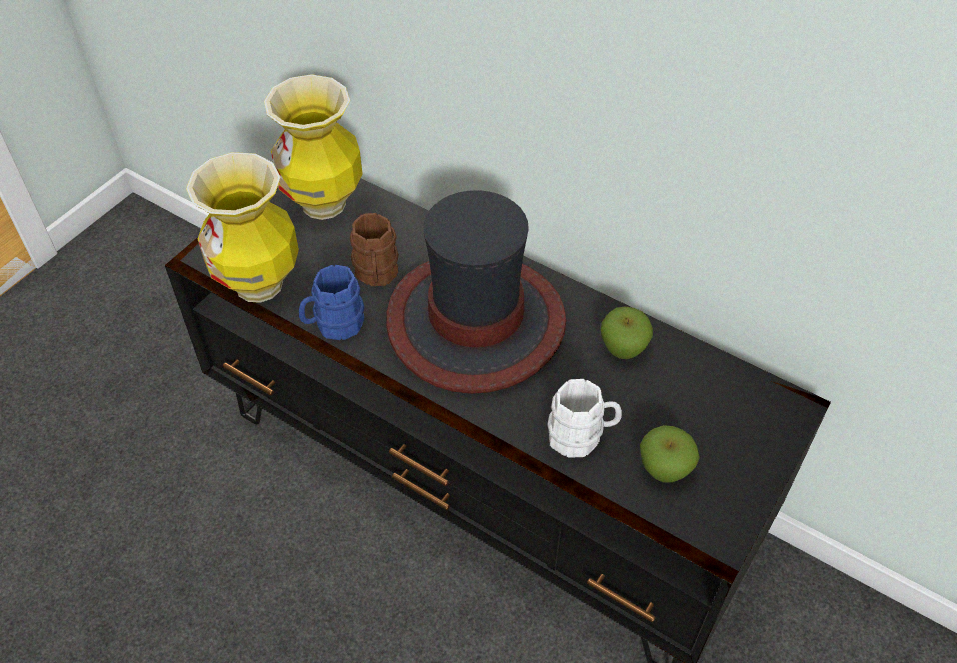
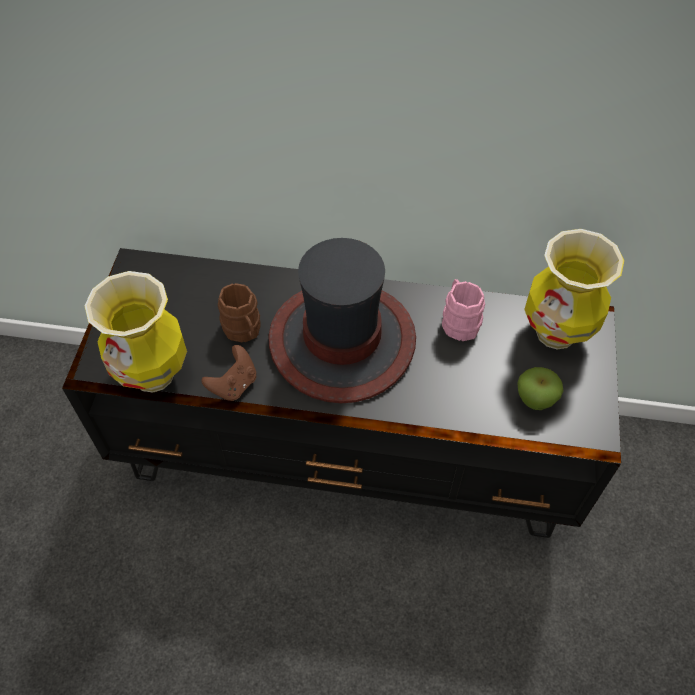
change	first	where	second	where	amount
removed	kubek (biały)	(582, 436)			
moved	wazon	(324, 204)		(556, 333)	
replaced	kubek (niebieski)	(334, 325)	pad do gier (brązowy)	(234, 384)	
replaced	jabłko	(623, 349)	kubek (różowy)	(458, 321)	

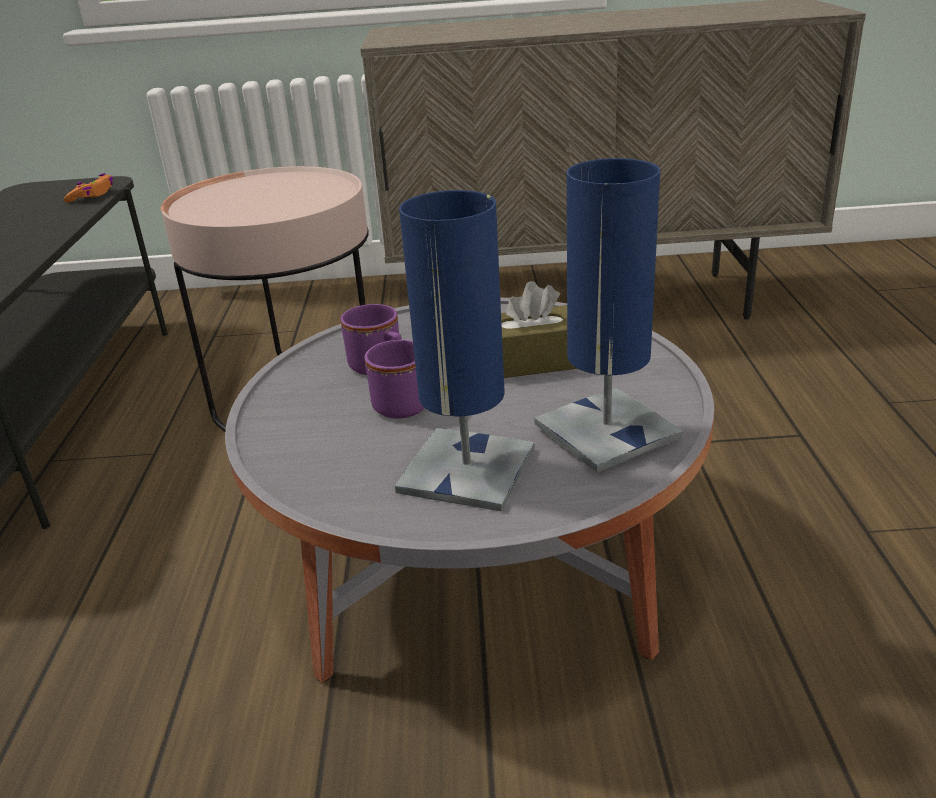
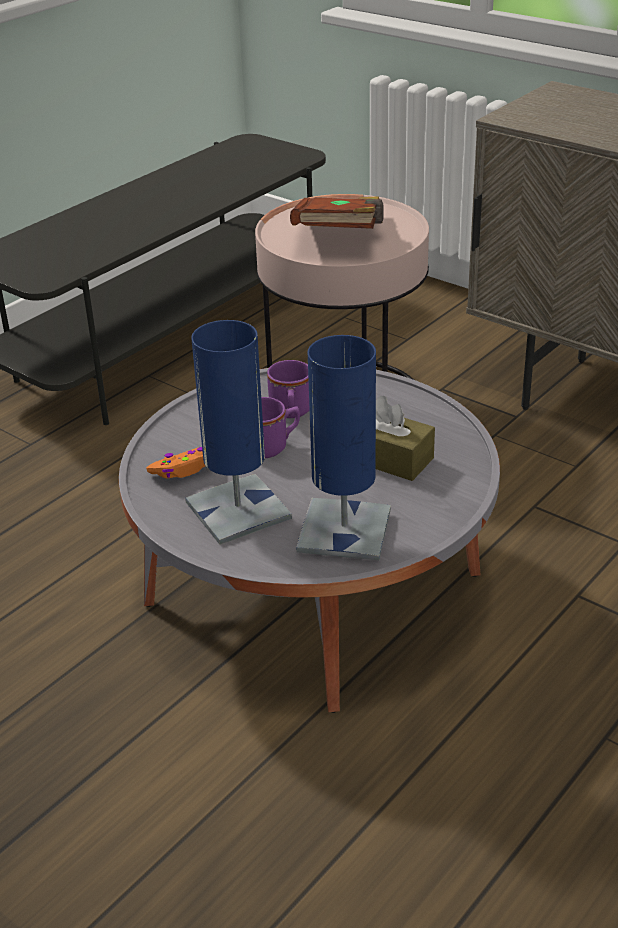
change	first	where	second	where	amount
added			książka (brązowy)	(340, 236)	
moved	pad do gier (pomarańczowy)	(93, 195)		(183, 469)	

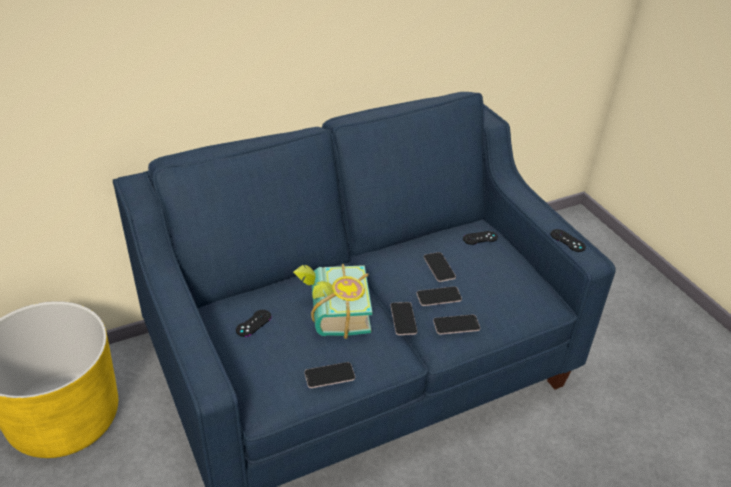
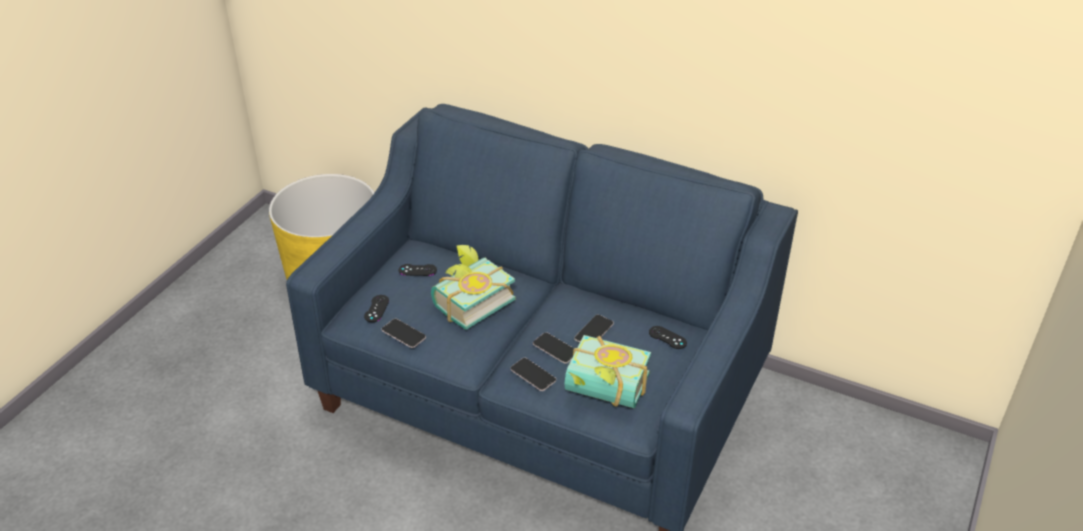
change	first	where	second	where	amount
removed	telefon	(403, 319)			
added			książka	(604, 393)	
moved	pad do gier (czarny)	(567, 240)		(376, 308)	

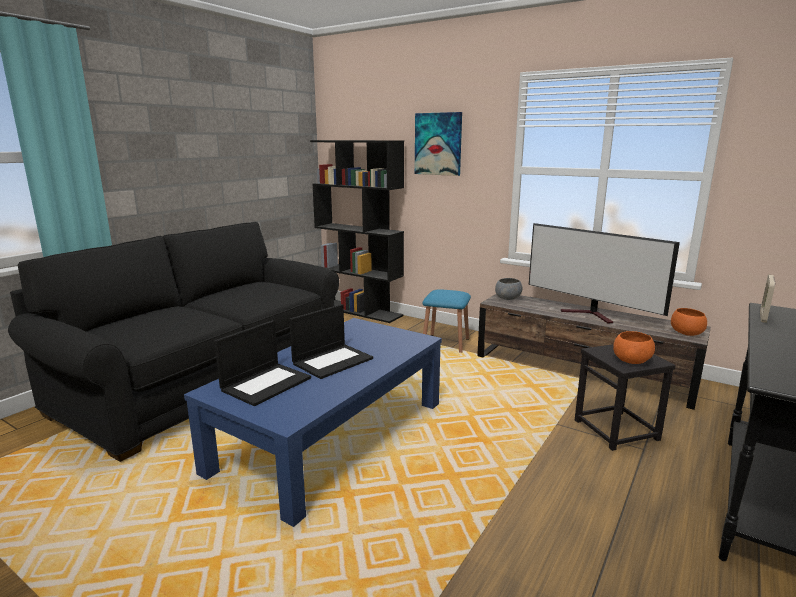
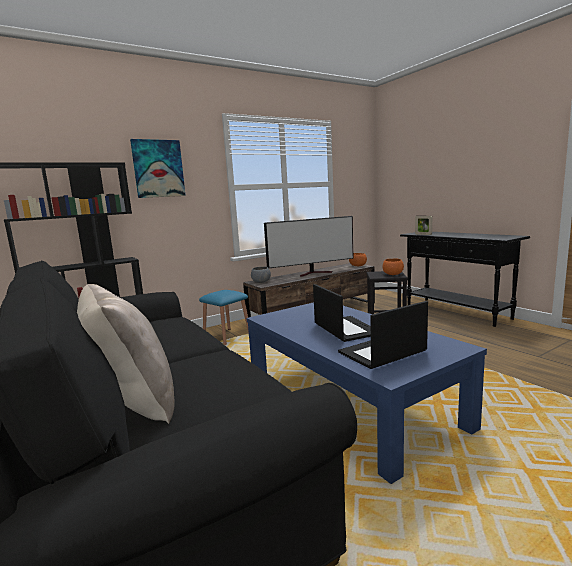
change	first	where	second	where	amount
added			poduszka (beżowy)	(132, 402)	
turned	laptop	(266, 383)		(382, 352)	90 degrees counterclockwise

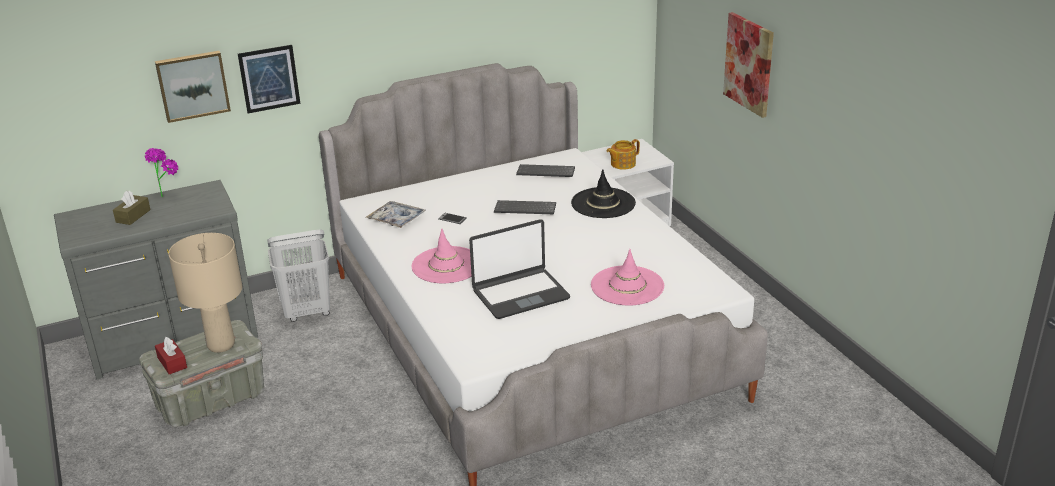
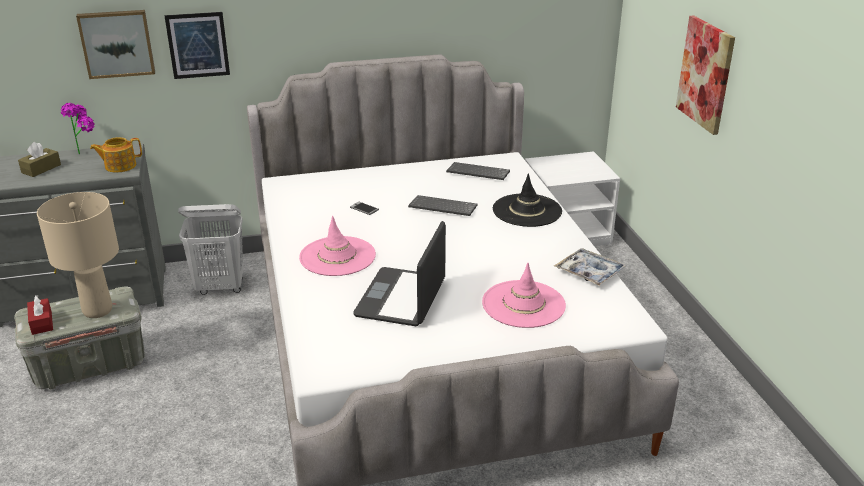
change	first	where	second	where	amount
moved	taca	(396, 219)		(589, 272)	
moved	imbryk	(622, 164)		(119, 166)	
turned	laptop	(520, 294)		(402, 298)	120 degrees clockwise

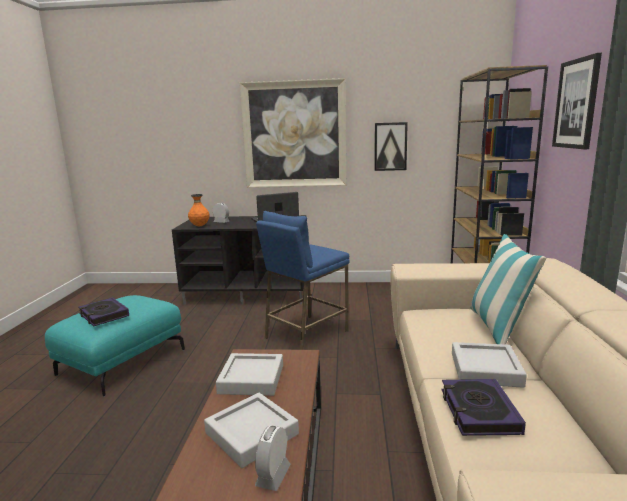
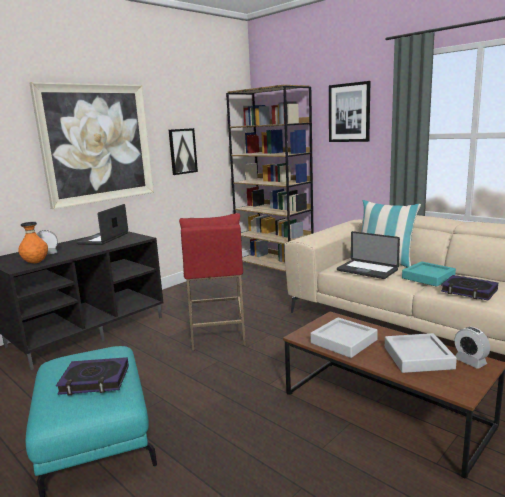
change	first	where	second	where	amount
added			laptop	(367, 270)	
recoloured	stołek (niebieski)	(306, 334)	stołek (czerwony)	(217, 333)	
recoloured	taca (szary)	(485, 369)	taca (turkusowy)	(428, 277)	

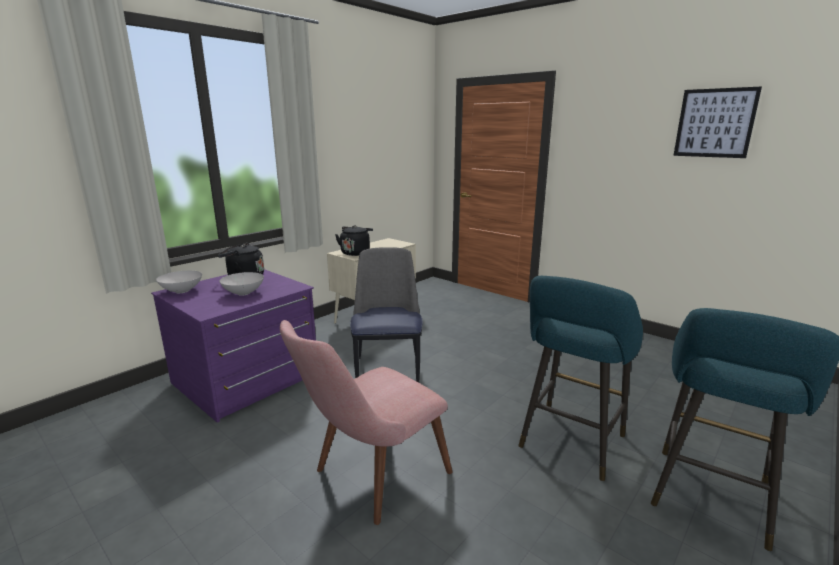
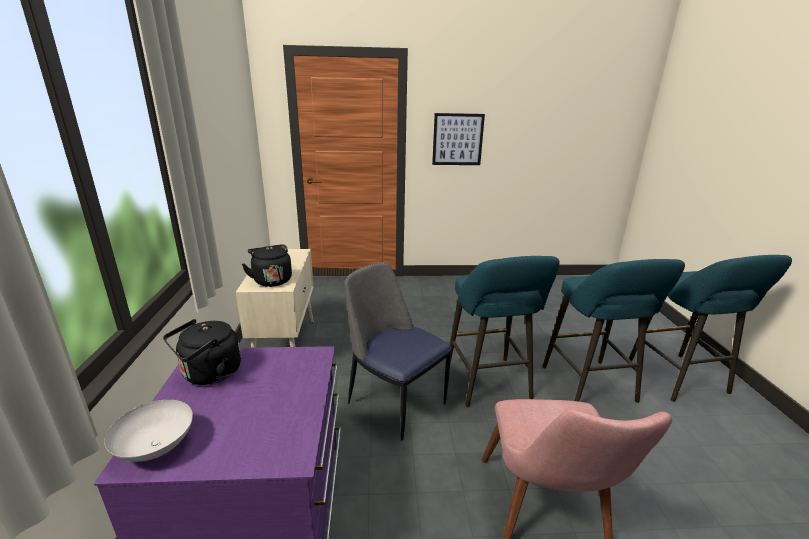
change	first	where	second	where	amount
removed	miska (biały)	(244, 293)			
added			stołek (turkusowy)	(489, 384)	
moved	obraz	(714, 123)		(457, 139)	

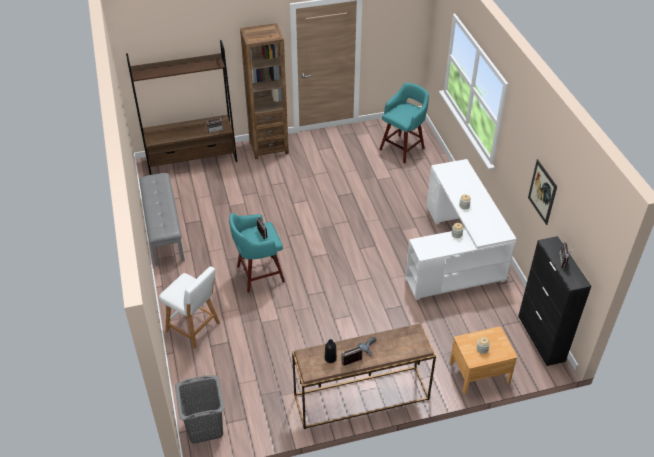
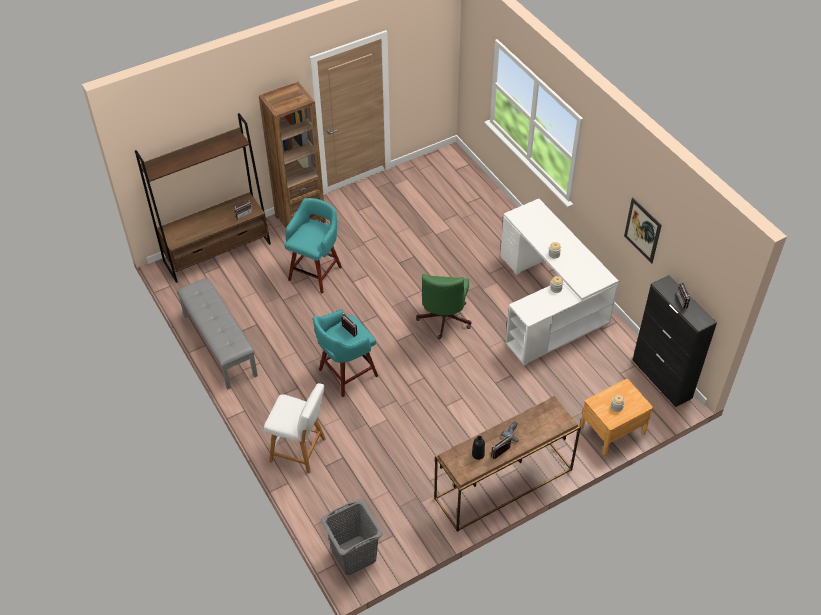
change	first	where	second	where	amount
added			krzesło biurowe (zielony)	(443, 321)	
moved	stołek (turkusowy)	(403, 148)		(316, 272)	

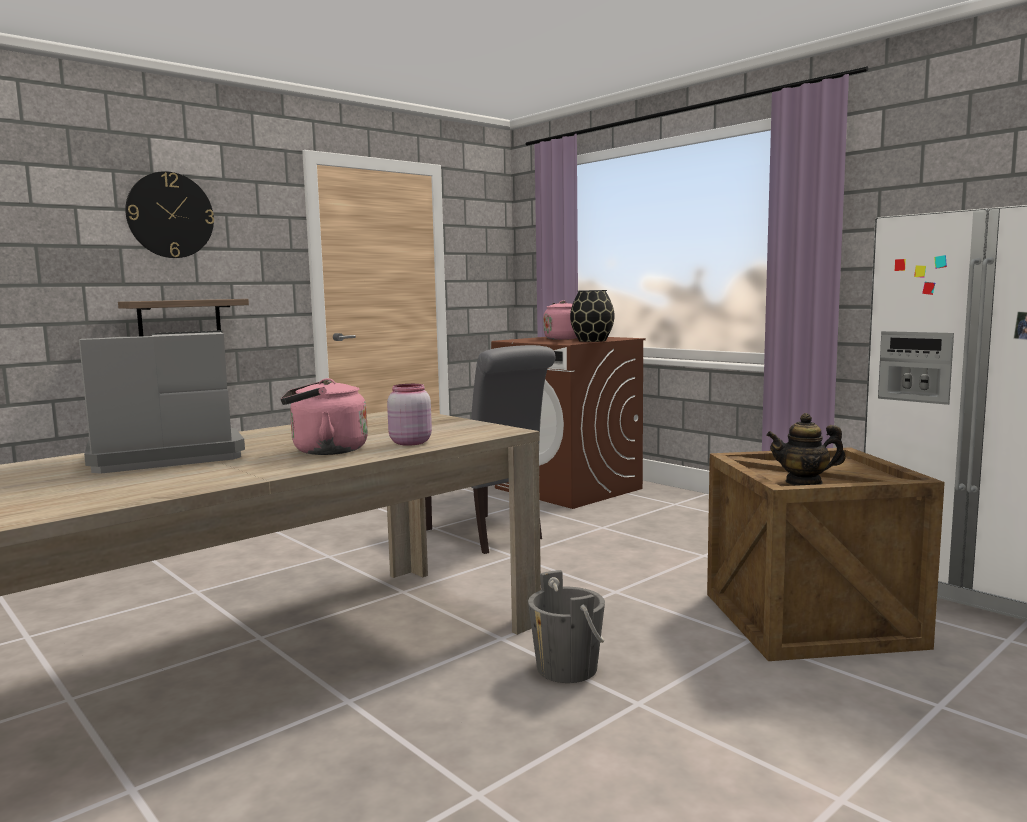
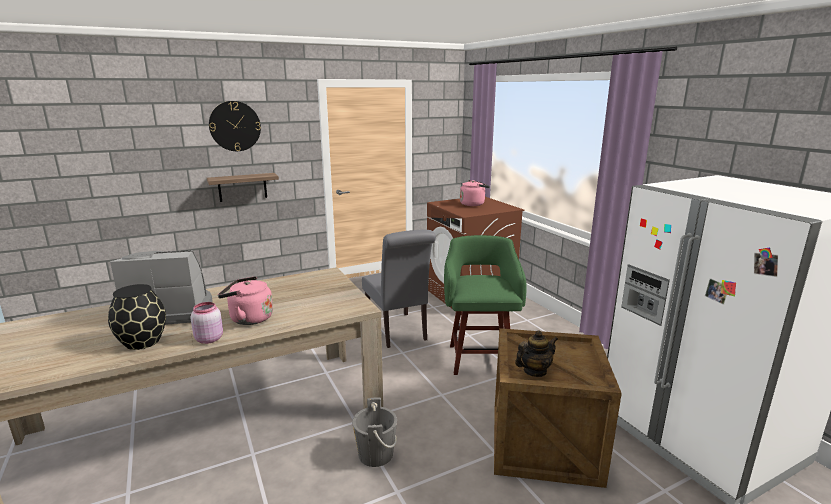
change	first	where	second	where	amount
added			stołek (zielony)	(479, 358)	
moved	słoik (różowy)	(409, 442)		(208, 339)	
moved	wazon (czarny)	(592, 340)		(143, 341)	
turned	imbryk	(804, 482)		(534, 371)	135 degrees clockwise

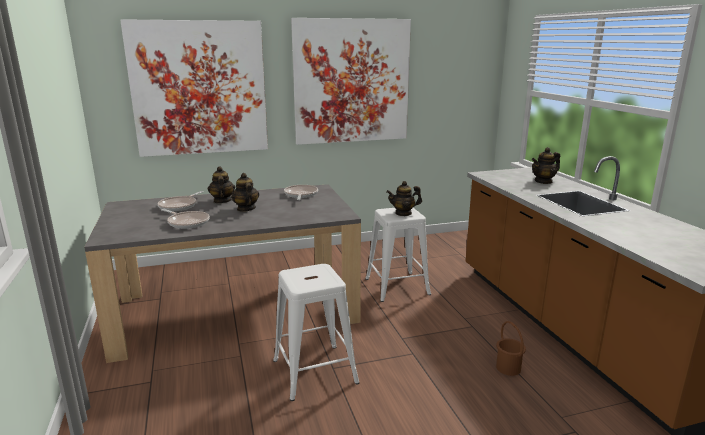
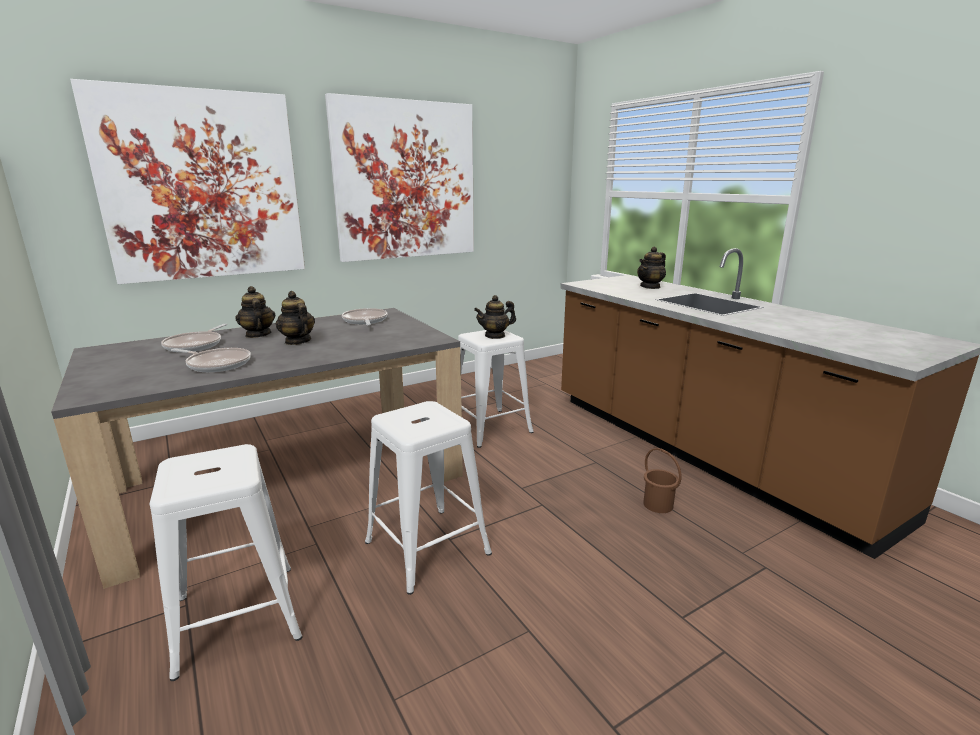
change	first	where	second	where	amount
added			stołek (biały)	(237, 617)	

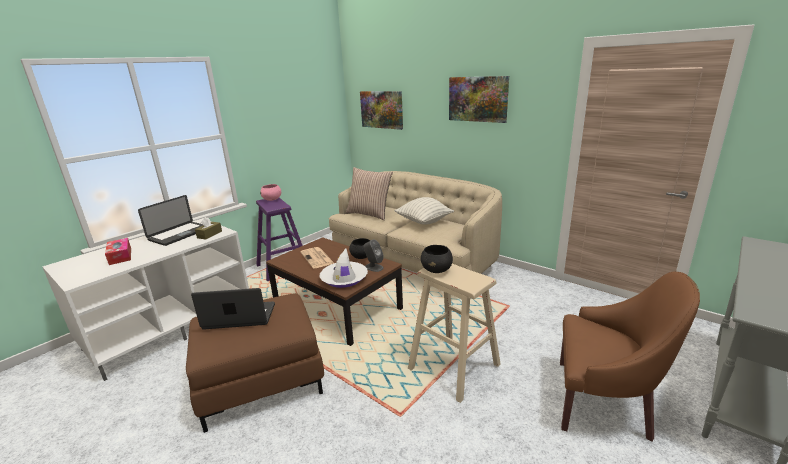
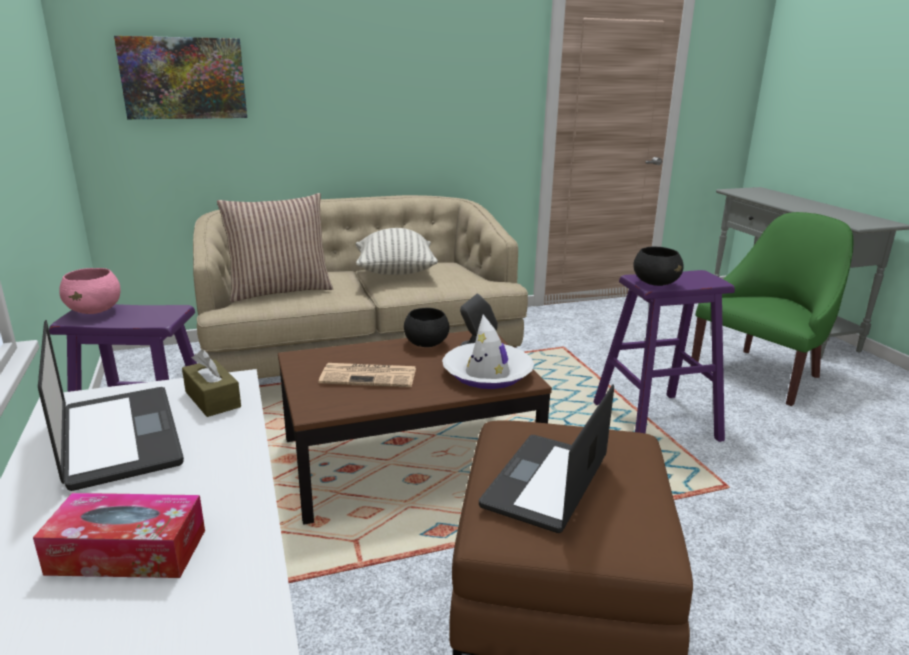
change	first	where	second	where	amount
removed	obraz	(478, 99)			
recoloured	stołek (beżowy)	(454, 367)	stołek (fioletowy)	(655, 421)	
recoloured	fotel (brązowy)	(603, 402)	fotel (zielony)	(761, 373)	

